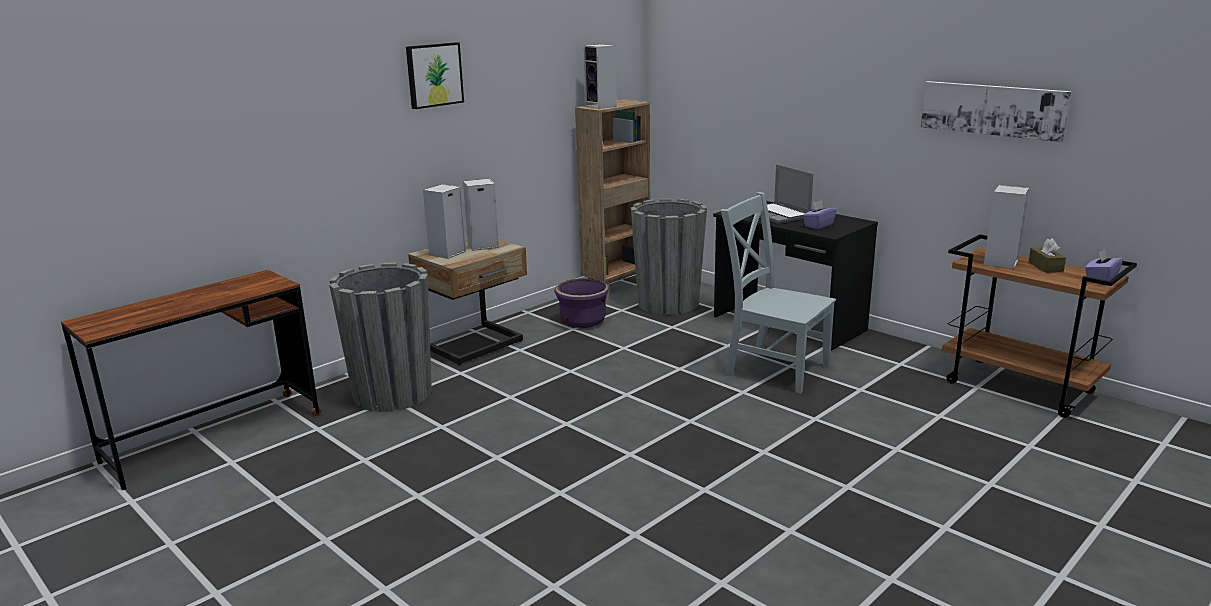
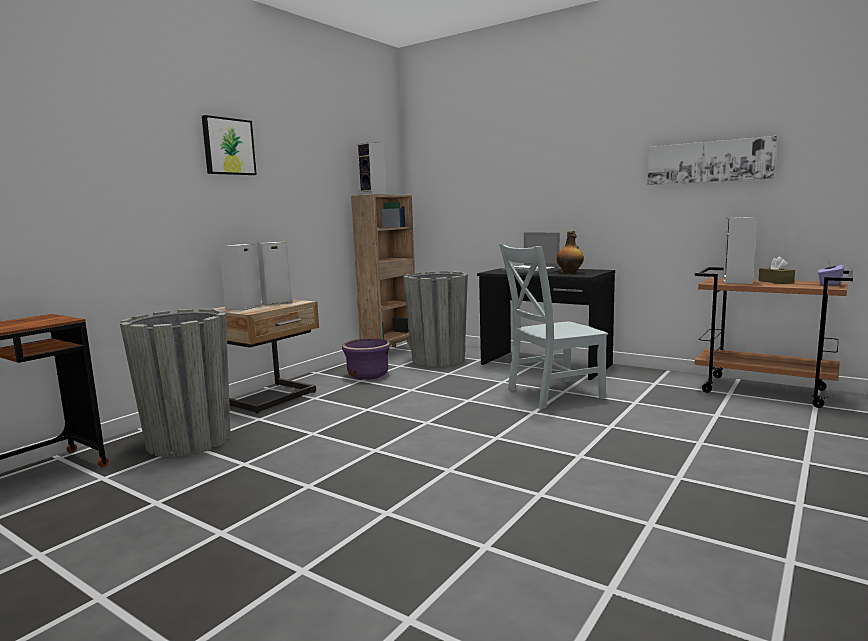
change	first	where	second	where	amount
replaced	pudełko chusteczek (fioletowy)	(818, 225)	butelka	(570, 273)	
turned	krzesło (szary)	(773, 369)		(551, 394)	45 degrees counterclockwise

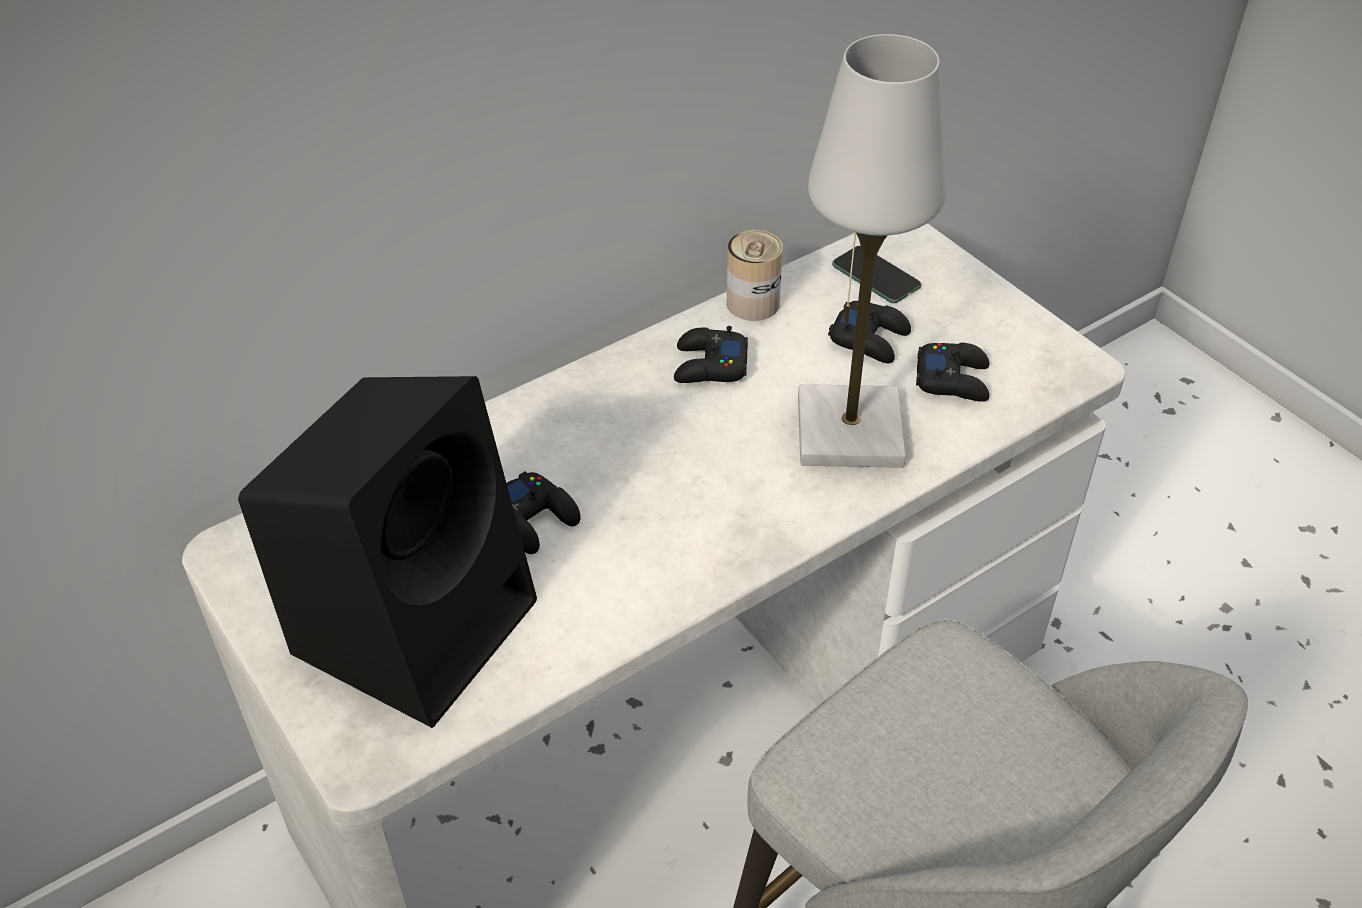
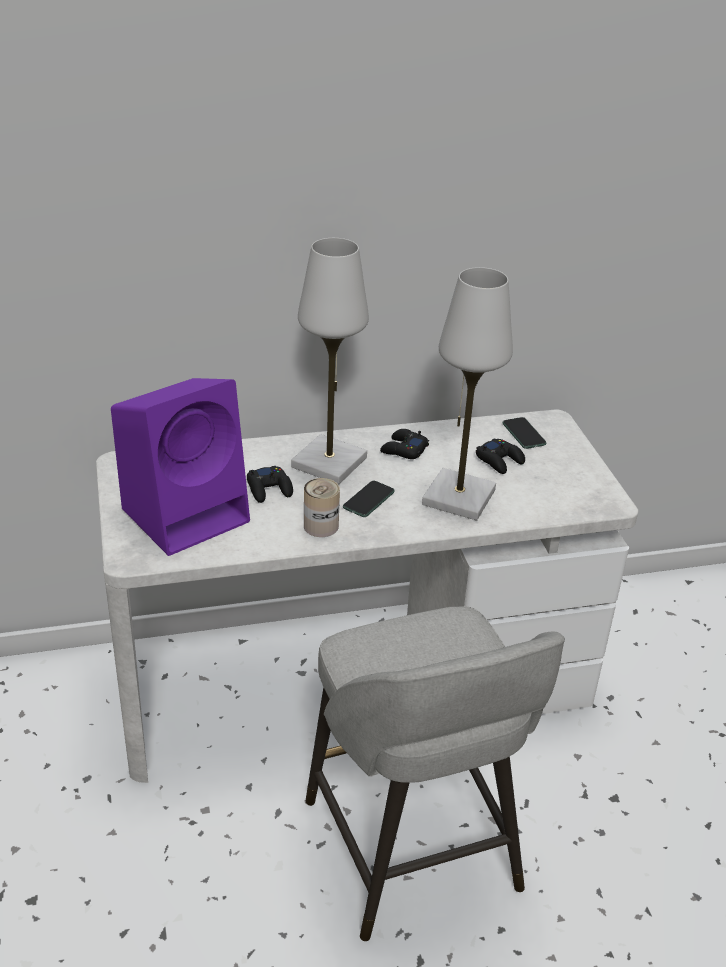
change	first	where	second	where	amount
removed	pad do gier (czarny)	(953, 379)			
added			lampa stołowa (biały)	(329, 462)	
added			telefon	(368, 500)	
moved	puszka	(753, 303)		(321, 526)	
recoloured	głośnik (czarny)	(418, 622)	głośnik (fioletowy)	(188, 513)	

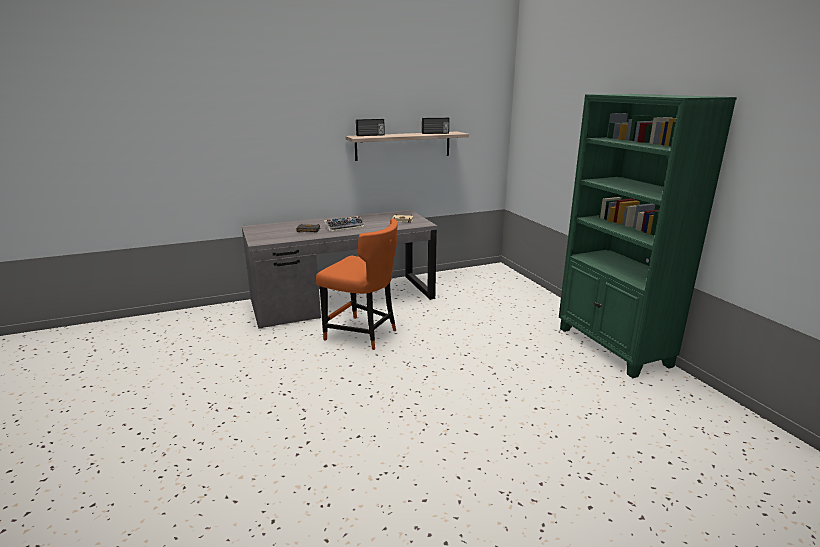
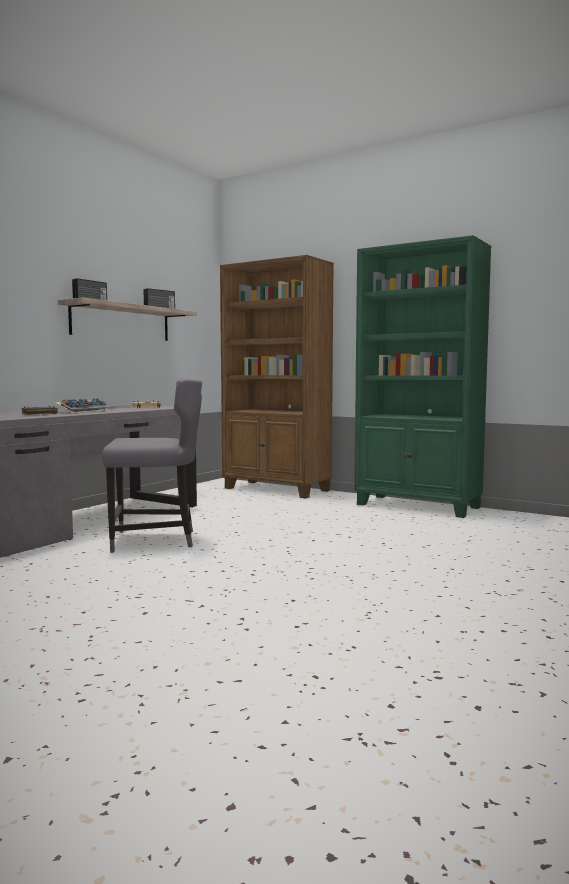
change	first	where	second	where	amount
added			regał (brązowy)	(277, 489)	
recoloured	krzesło (pomarańczowy)	(363, 334)	krzesło (szary)	(155, 540)	

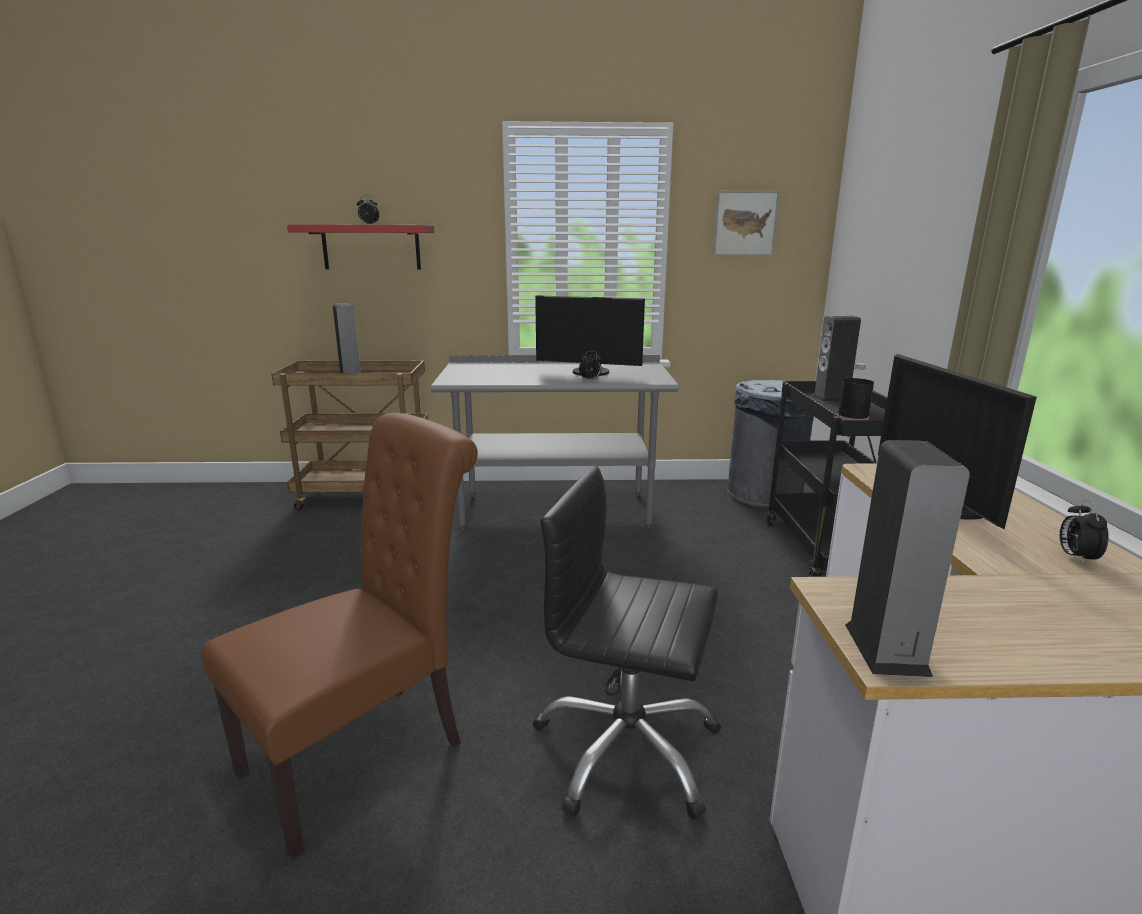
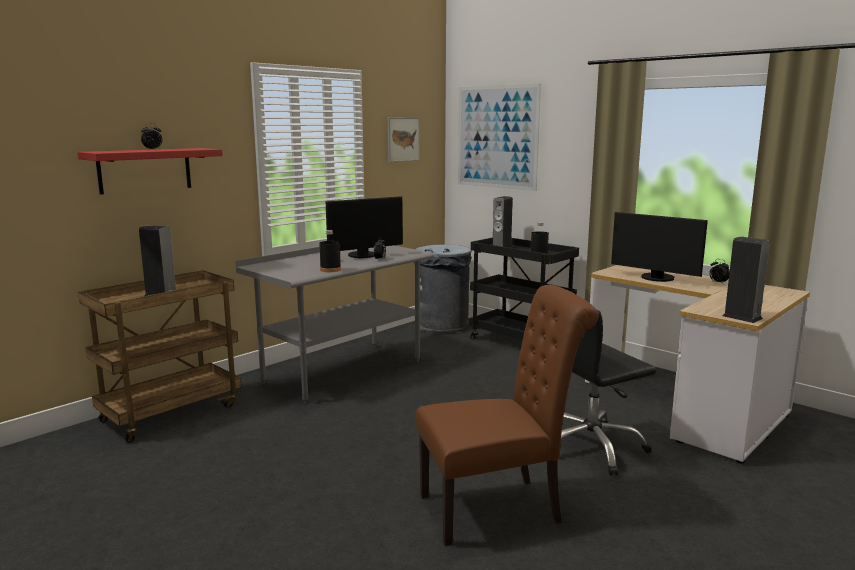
change	first	where	second	where	amount
added			butelka (czarny)	(330, 270)	
added			obraz	(497, 137)	
turned	krzesło (brązowy)	(366, 751)		(498, 508)	75 degrees clockwise

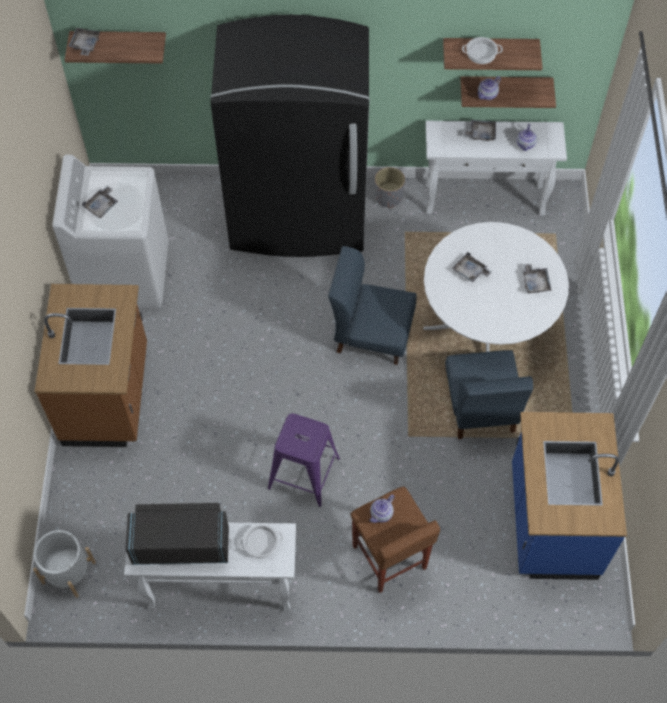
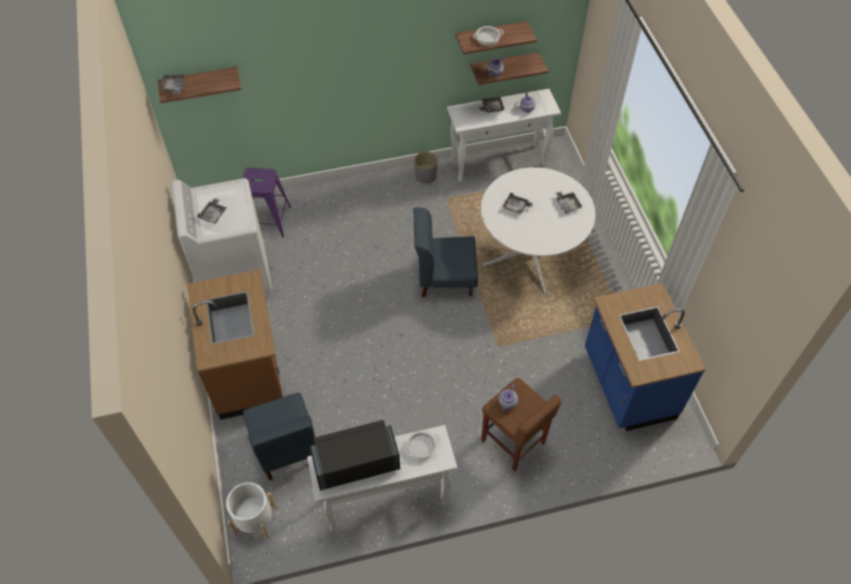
change	first	where	second	where	amount
removed	lodówka (czarny)	(298, 217)			
moved	stołek (fioletowy)	(304, 473)		(267, 220)	
moved	krzesło (niebieski)	(481, 407)		(285, 447)	

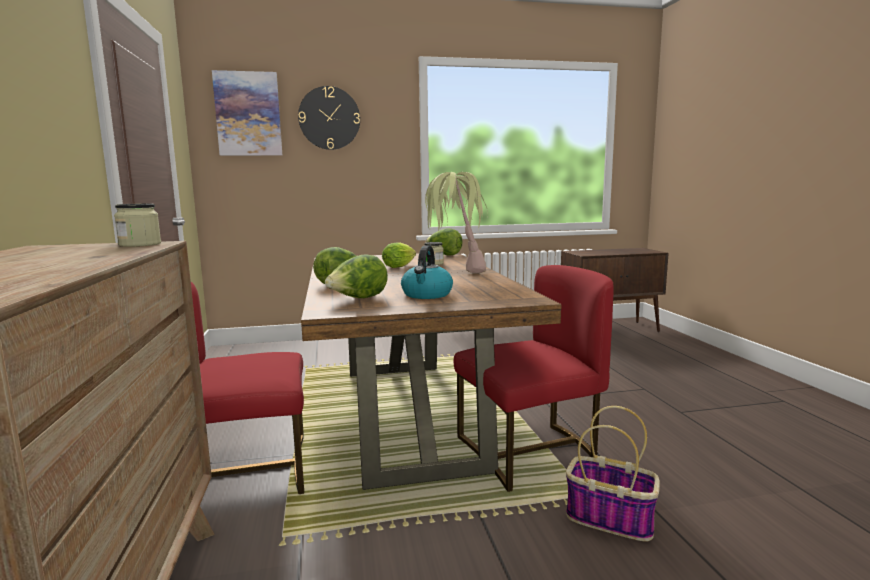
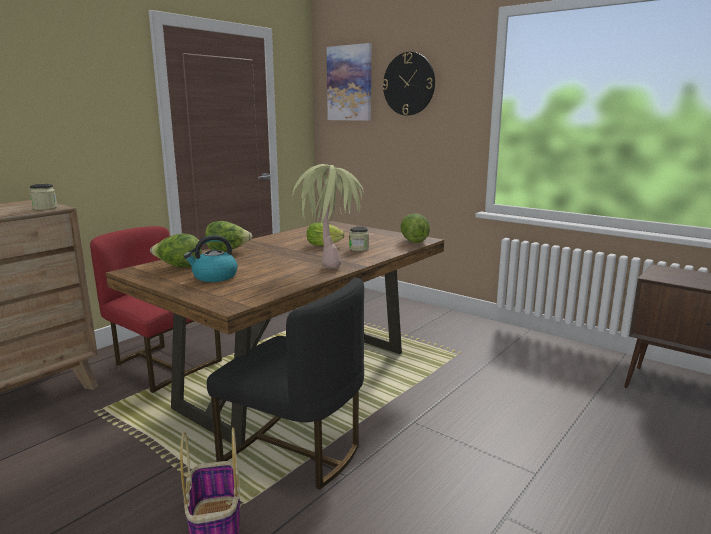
change	first	where	second	where	amount
recoloured	krzesło (czerwony)	(529, 451)	krzesło (czarny)	(294, 451)	

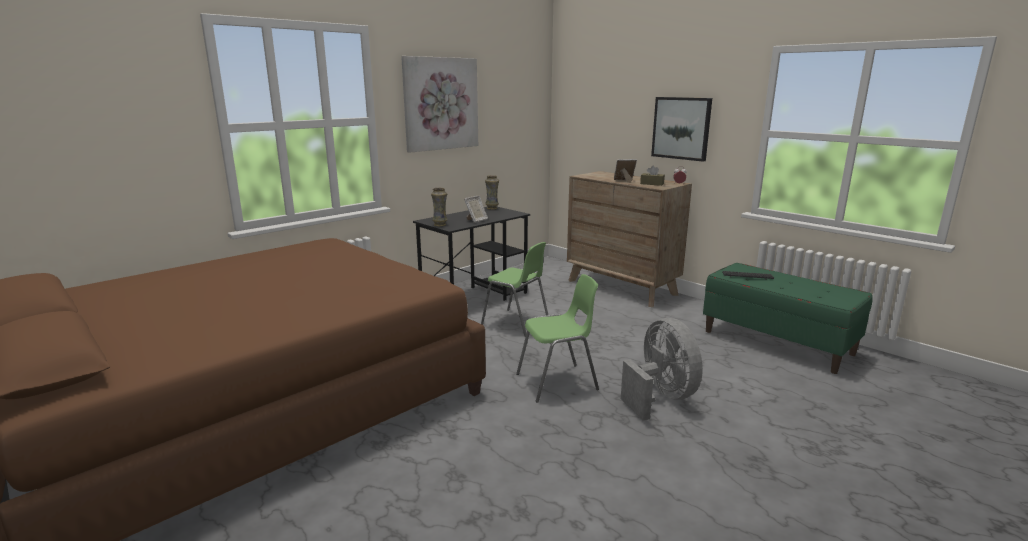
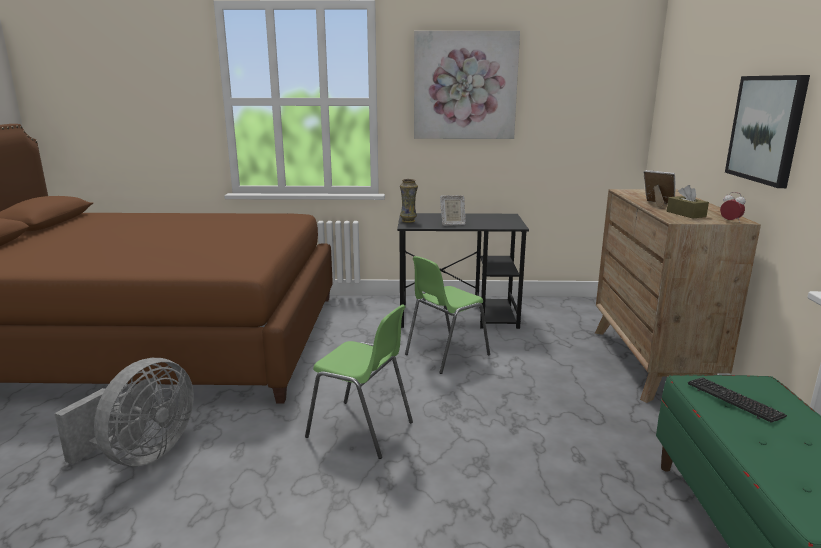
change	first	where	second	where	amount
removed	wazon	(492, 208)			
moved	wentylator (szary)	(660, 397)		(141, 455)	
turned	krzesło (zielony)	(516, 323)		(445, 354)	60 degrees clockwise

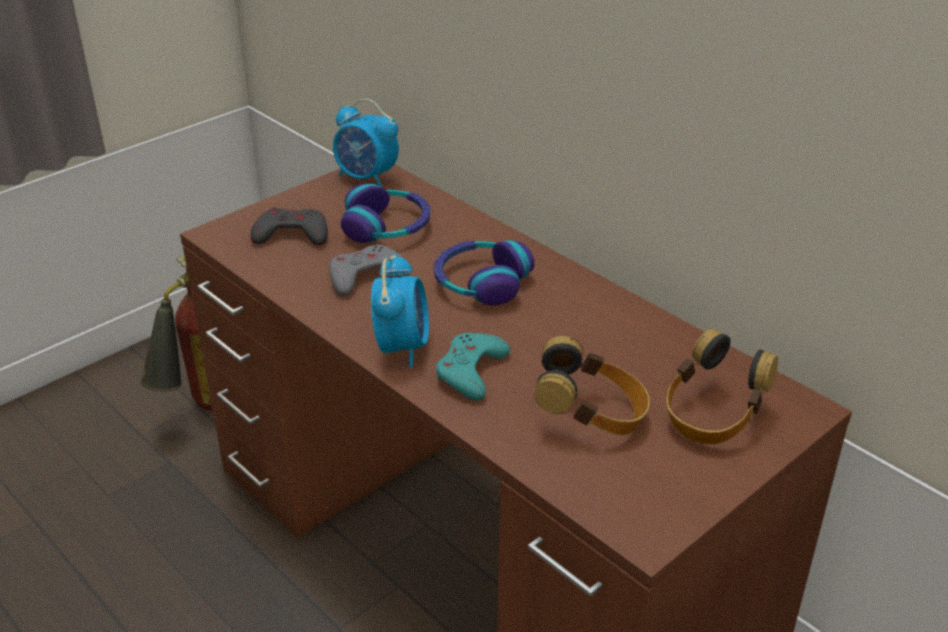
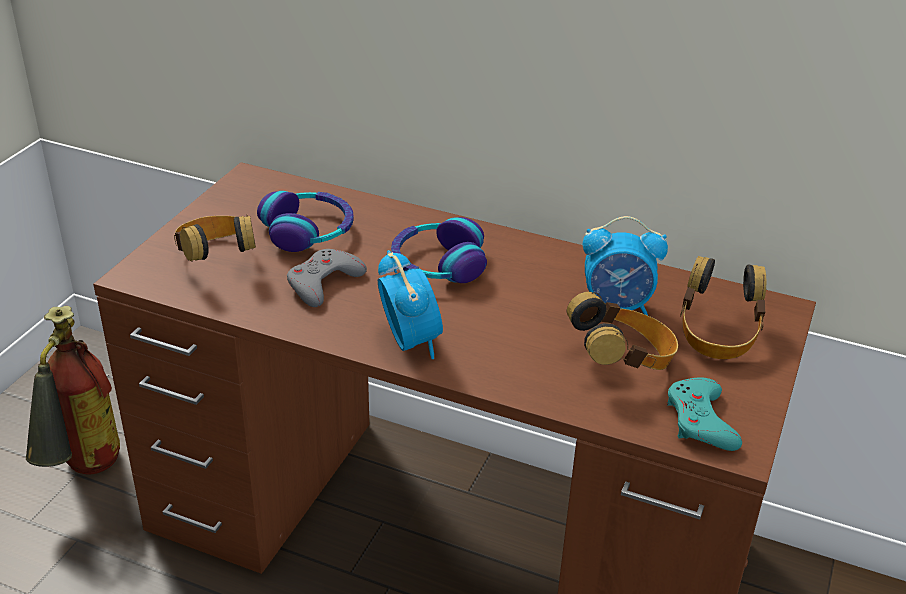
change	first	where	second	where	amount
moved	budzik	(367, 178)		(617, 306)	
moved	pad do gier (turkusowy)	(471, 371)		(700, 421)	
replaced	pad do gier (szary)	(291, 234)	słuchawki	(216, 259)	

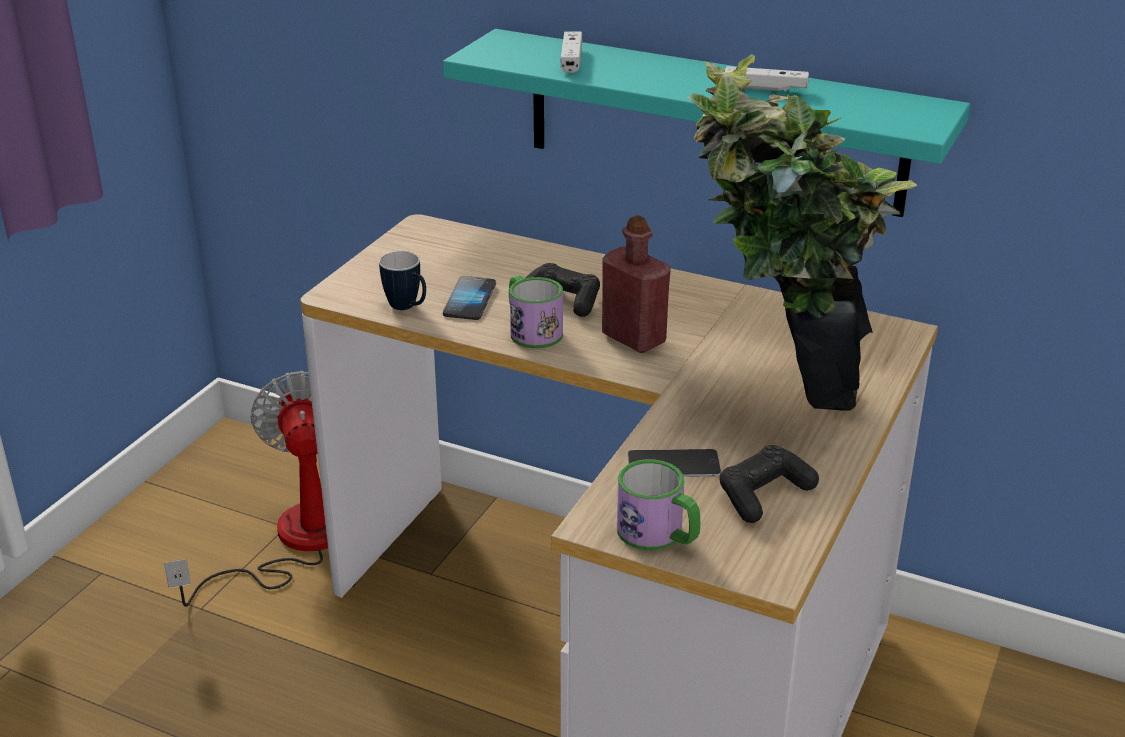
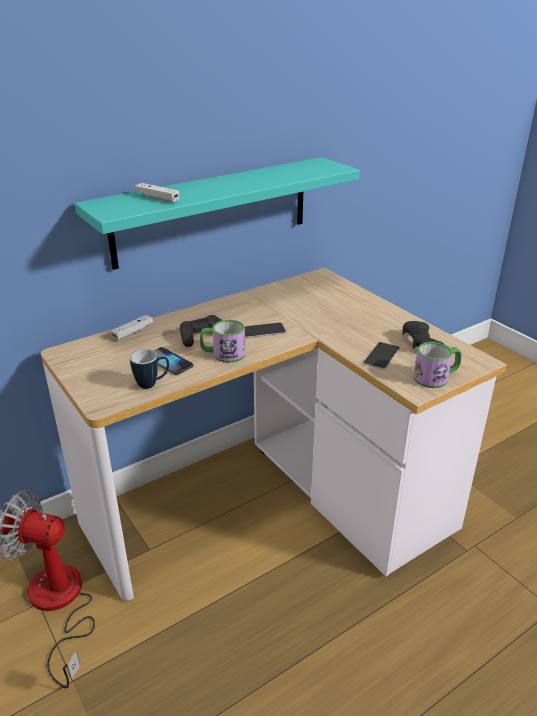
change	first	where	second	where	amount
removed	roślina doniczkowa	(775, 398)			
moved	pad do gier (biały)	(765, 88)		(133, 332)	
replaced	butelka (czerwony)	(633, 338)	telefon	(262, 330)	

